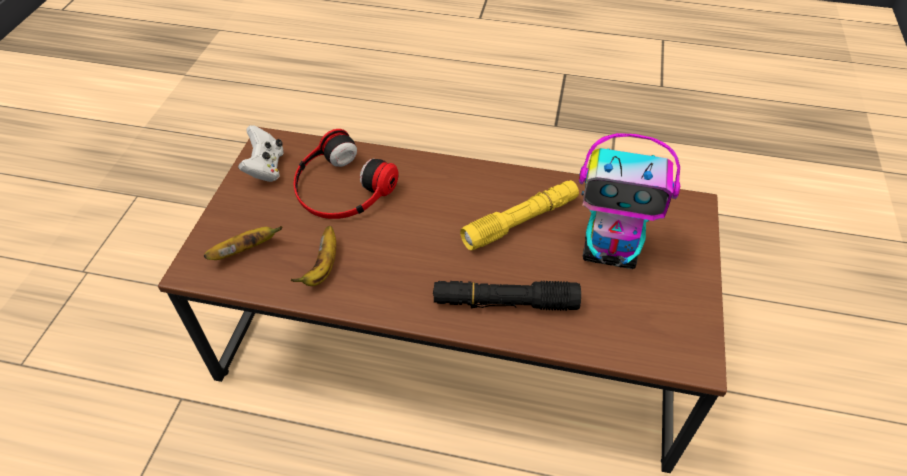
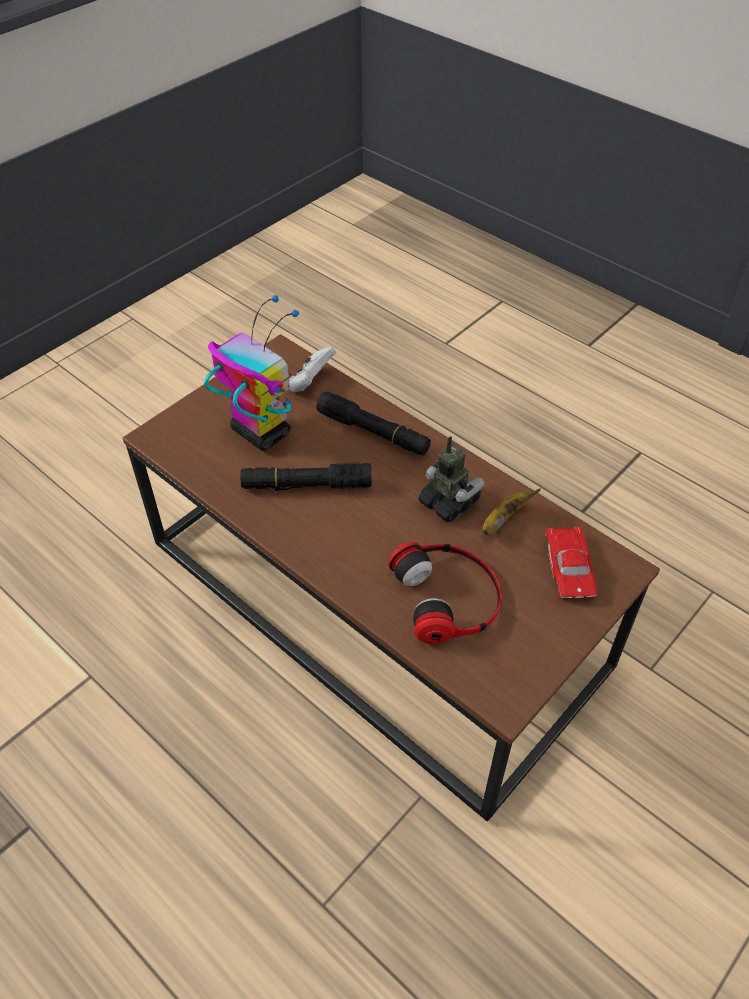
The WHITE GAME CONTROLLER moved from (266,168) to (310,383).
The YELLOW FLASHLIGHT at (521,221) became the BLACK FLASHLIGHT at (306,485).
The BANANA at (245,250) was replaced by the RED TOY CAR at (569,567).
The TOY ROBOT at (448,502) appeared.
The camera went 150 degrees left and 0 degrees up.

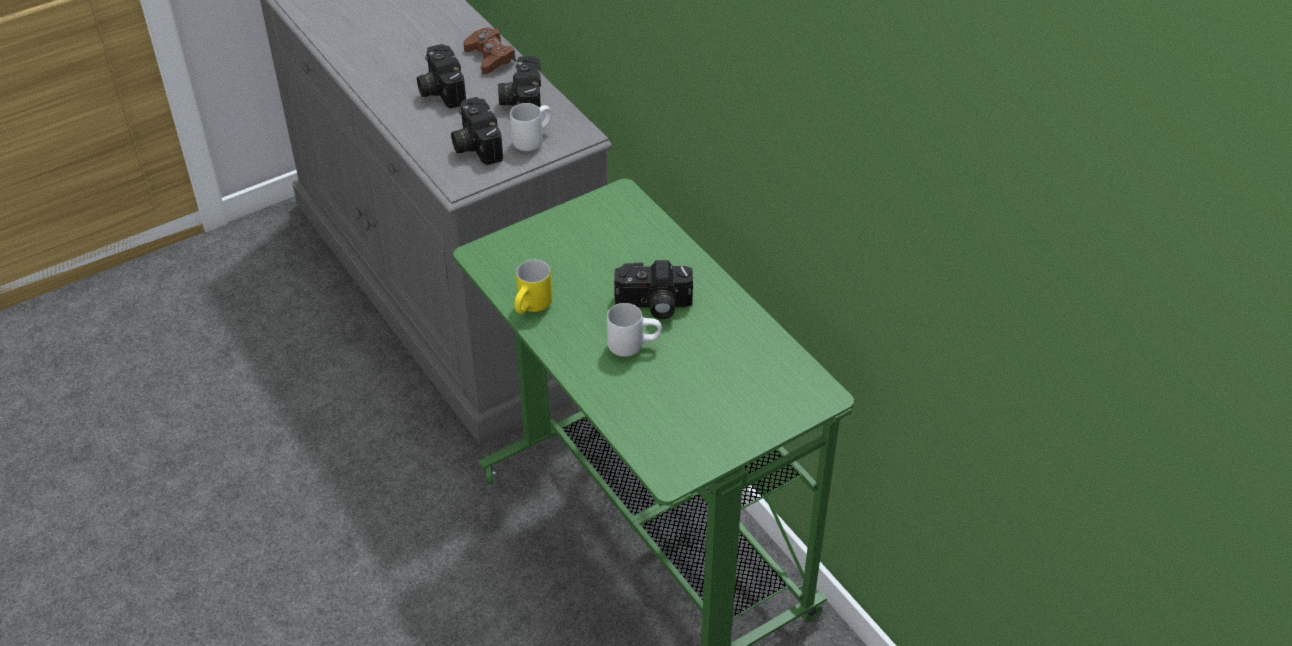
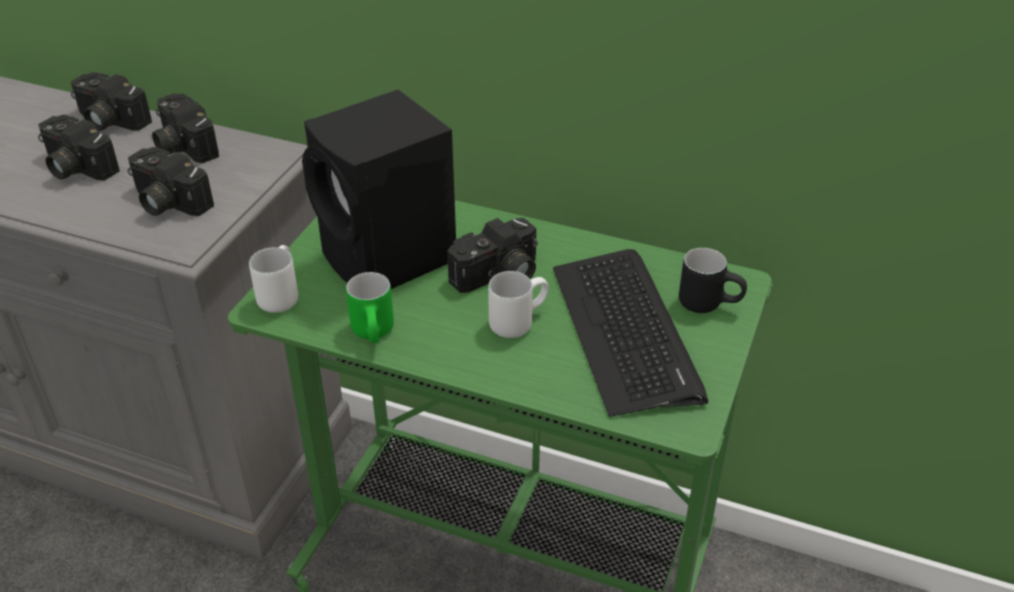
The BROWN GAME CONTROLLER at (490,57) was replaced by the PHOTO CAMERA at (108,121).
The WHITE MUG moved from (531,139) to (278,295).
The YELLOW MUG at (533,308) became the GREEN MUG at (376,334).
The BLACK SPEAKER at (390,260) appeared.
The BLACK MUG at (709,303) appeared.
The KEYBOARD at (626,331) appeared.
The camera went 35 degrees left and 5 degrees down.

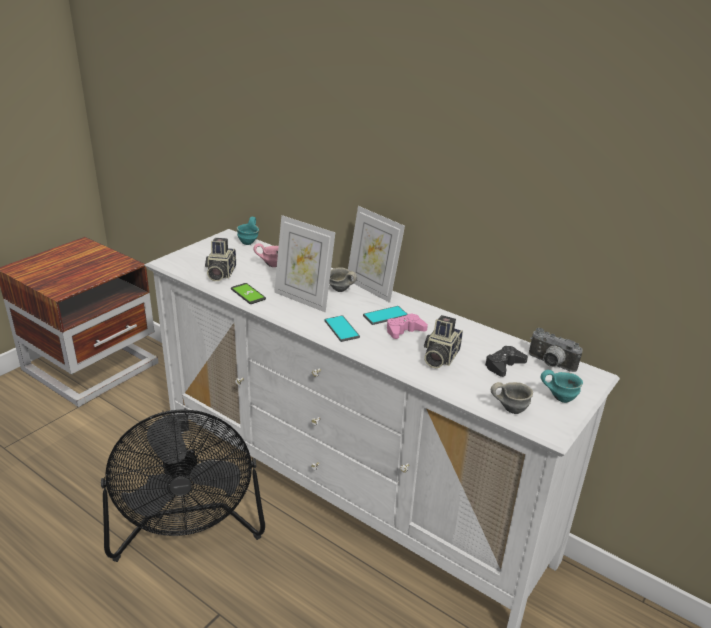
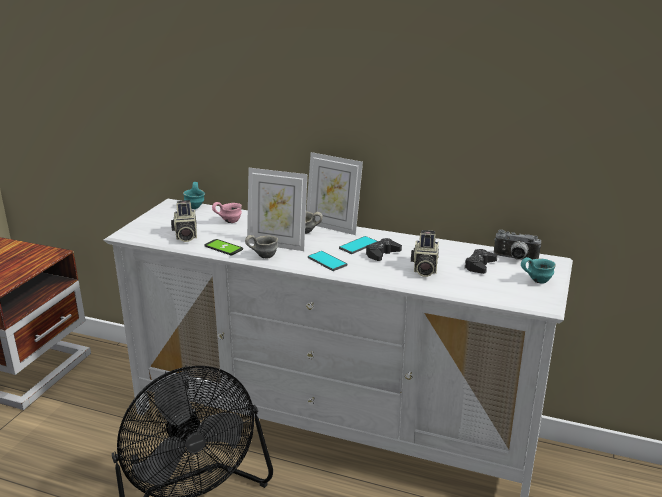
The PINK GAME CONTROLLER at (404,331) became the BLACK GAME CONTROLLER at (382,254).
The GREY MUG moved from (509,408) to (263,256).
The camera went 15 degrees left and 5 degrees down.

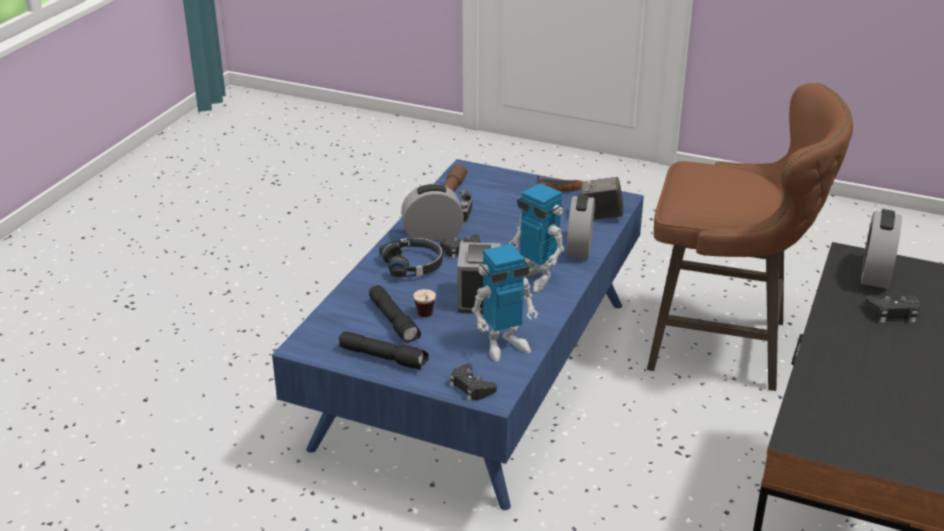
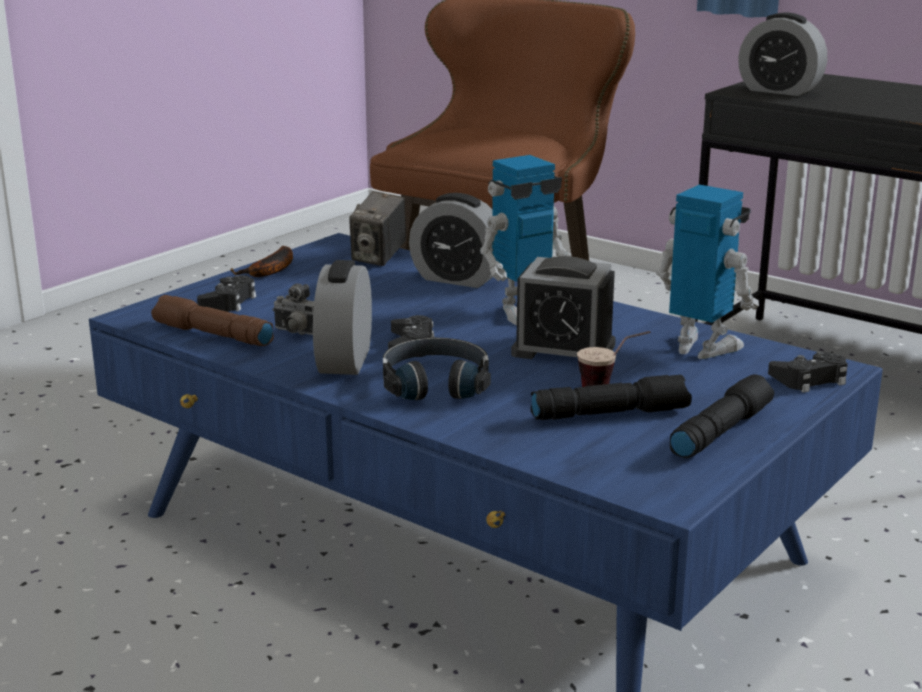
The TOY ROBOT at (504,345) turned 45 degrees counterclockwise.
The BLACK GAME CONTROLLER moved from (893,313) to (229,302).
The camera went 75 degrees left and 10 degrees down.

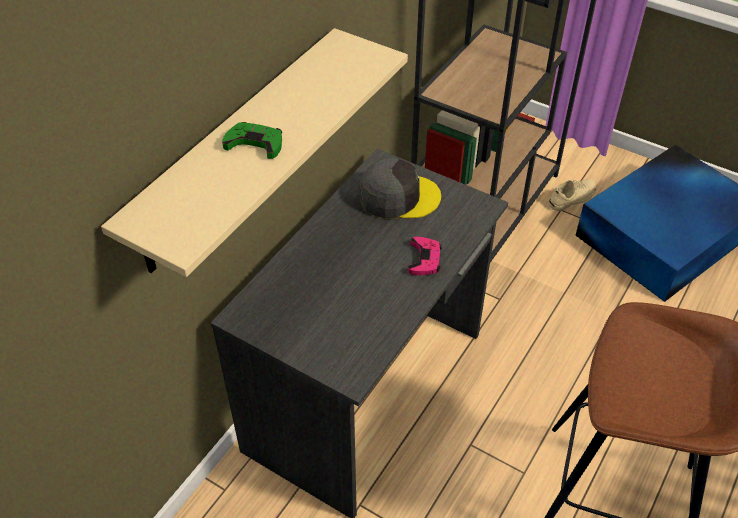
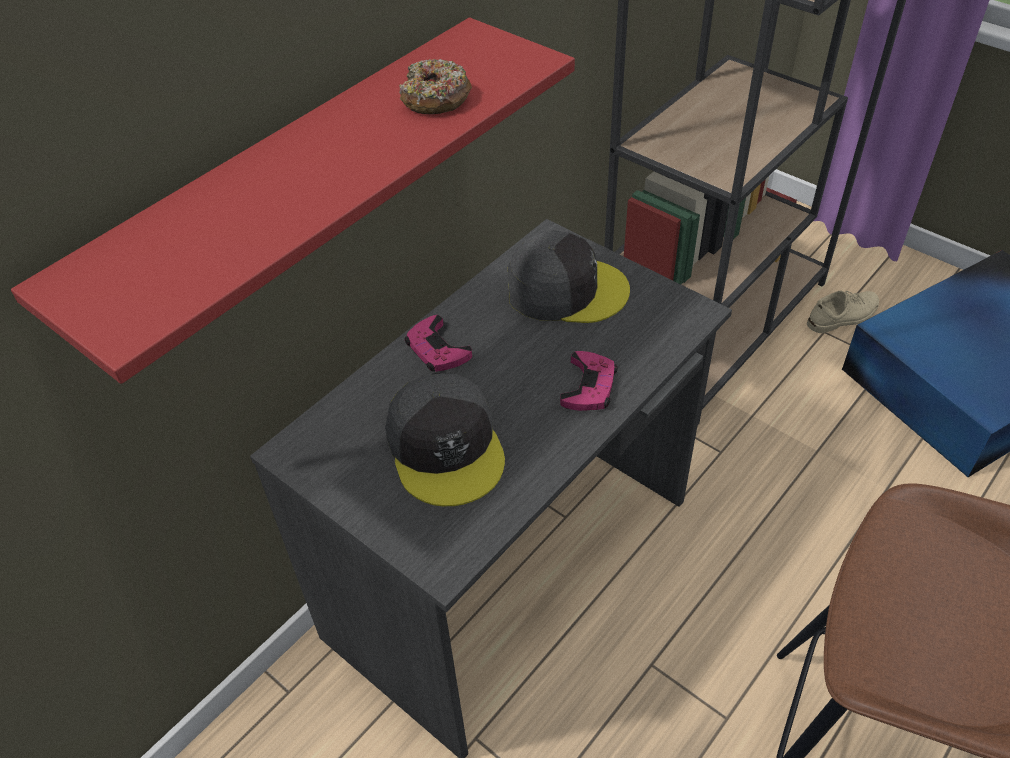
The BEIGE SHELF at (237,151) became the RED SHELF at (289,193).
The GREEN GAME CONTROLLER at (255,143) disappeared.
The DONUT at (435,98) appeared.
The PINK GAME CONTROLLER at (437,349) appeared.
The GREY CAP at (446,447) appeared.
The camera went 10 degrees right and 0 degrees up.

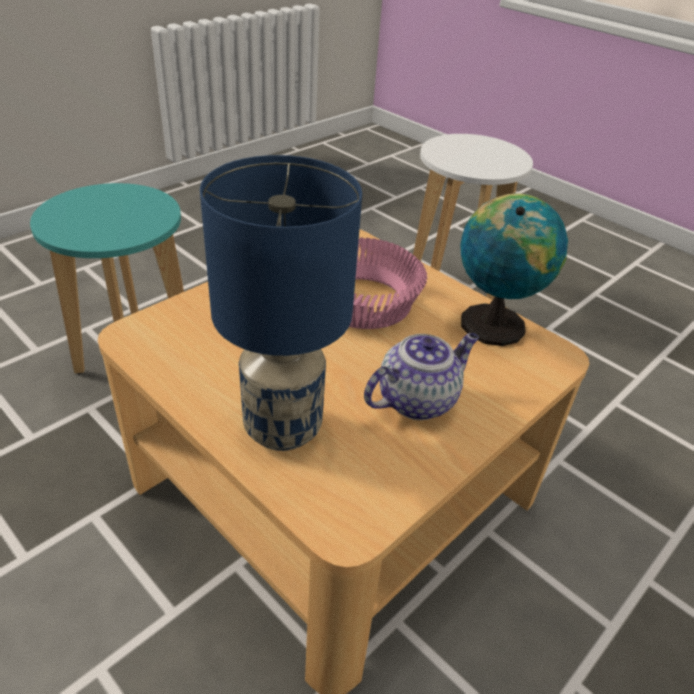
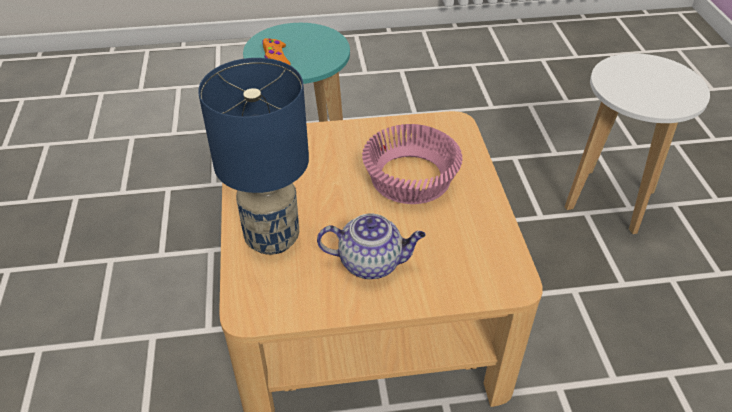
The GLOBE at (493,322) disappeared.
The ORANGE GAME CONTROLLER at (276,58) appeared.
The camera went 40 degrees right and 5 degrees up.

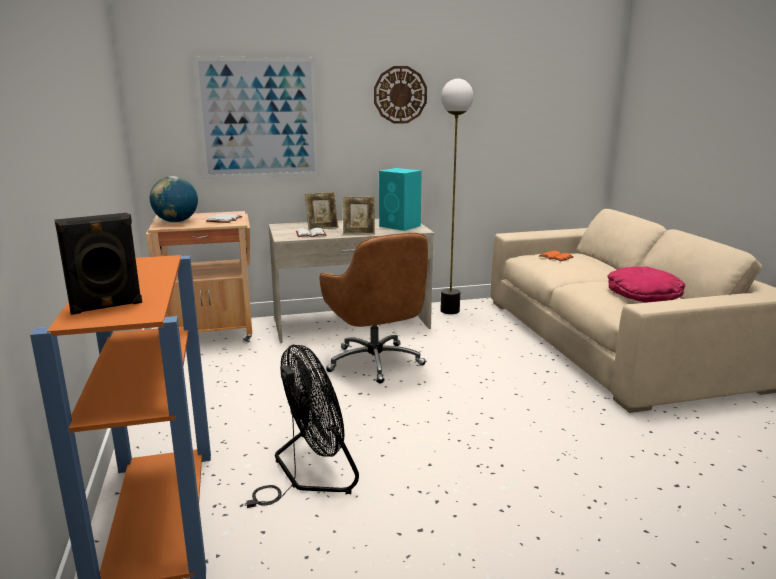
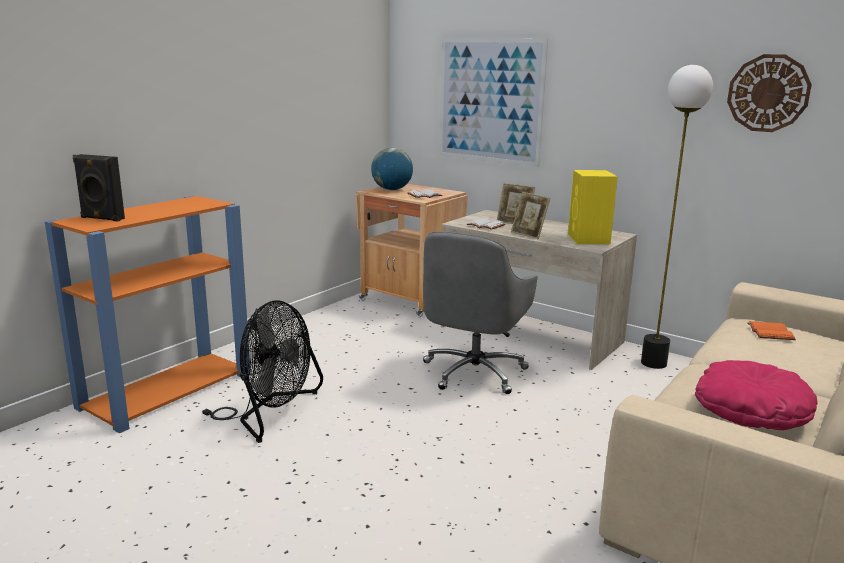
The WALL CLOCK moved from (400,95) to (768,93).
The TURQUOISE SPEAKER at (400,226) became the YELLOW SPEAKER at (589,239).
The BROWN OFFICE CHAIR at (374,362) became the GREY OFFICE CHAIR at (473,372).
The camera went 50 degrees right and 0 degrees up.

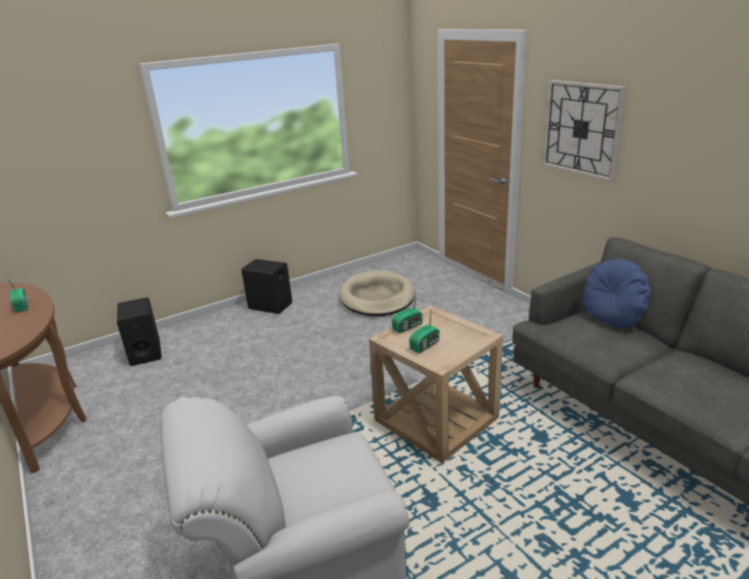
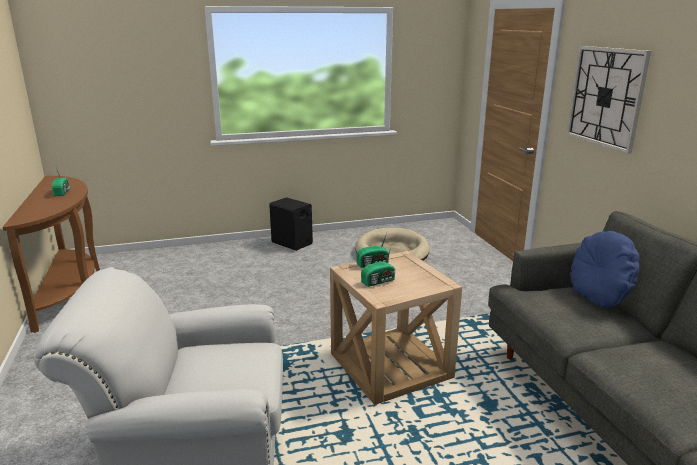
The BLACK SPEAKER at (145,352) disappeared.
The camera went 15 degrees right and 5 degrees down.

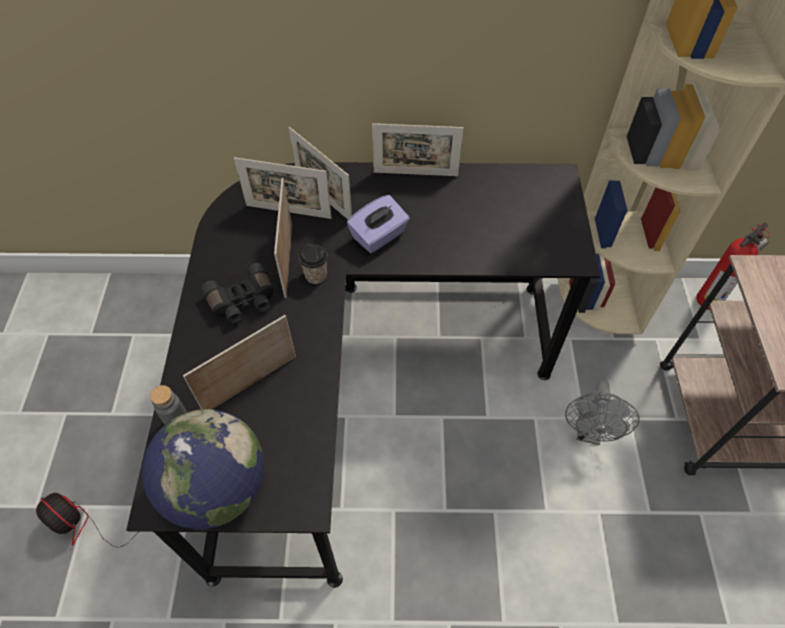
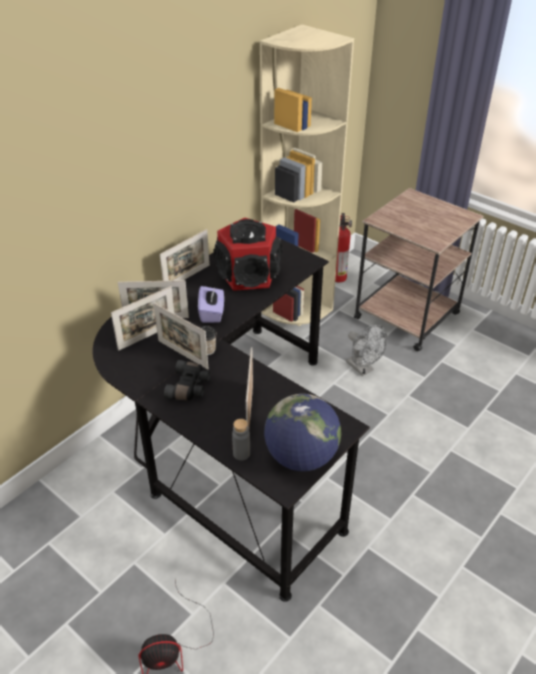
The SPEAKER at (249,275) appeared.
The camera went 50 degrees left and 15 degrees down.

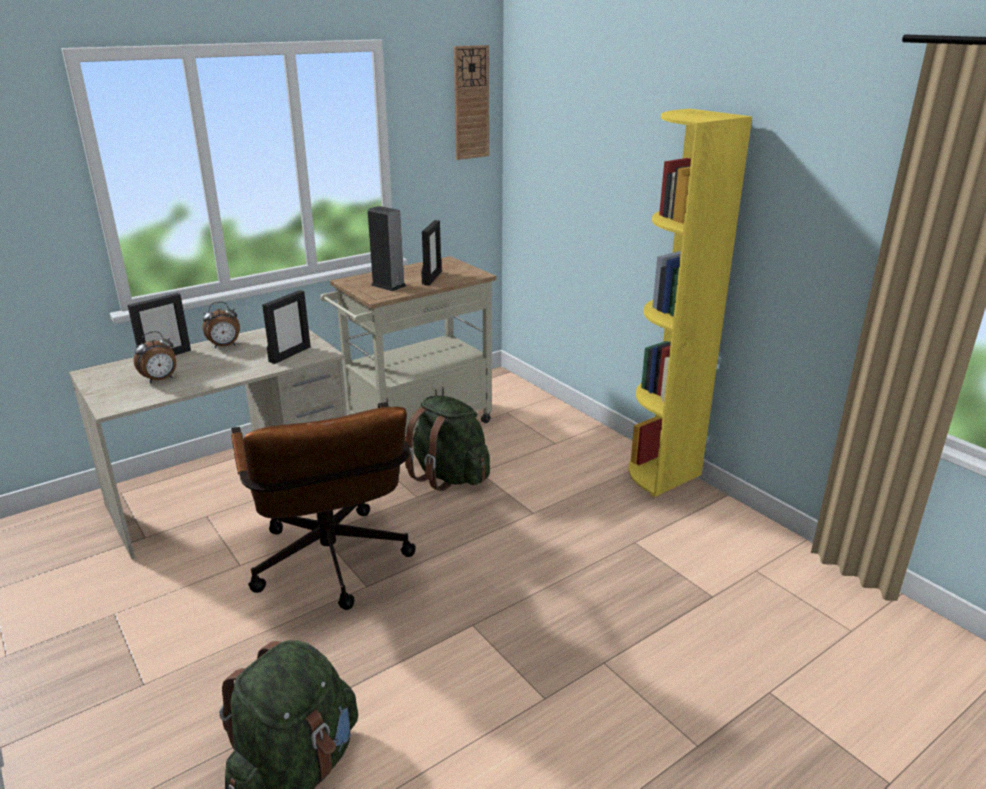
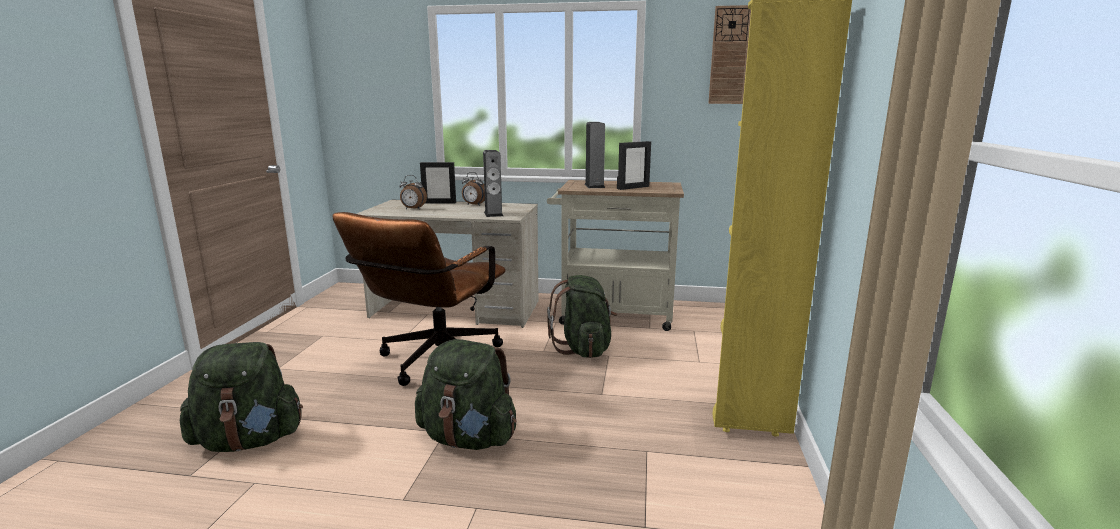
The PICTURE FRAME at (290,354) was replaced by the SPEAKER at (493,214).
The GREEN BACKPACK at (468,438) appeared.
The camera went 45 degrees right and 10 degrees down.

